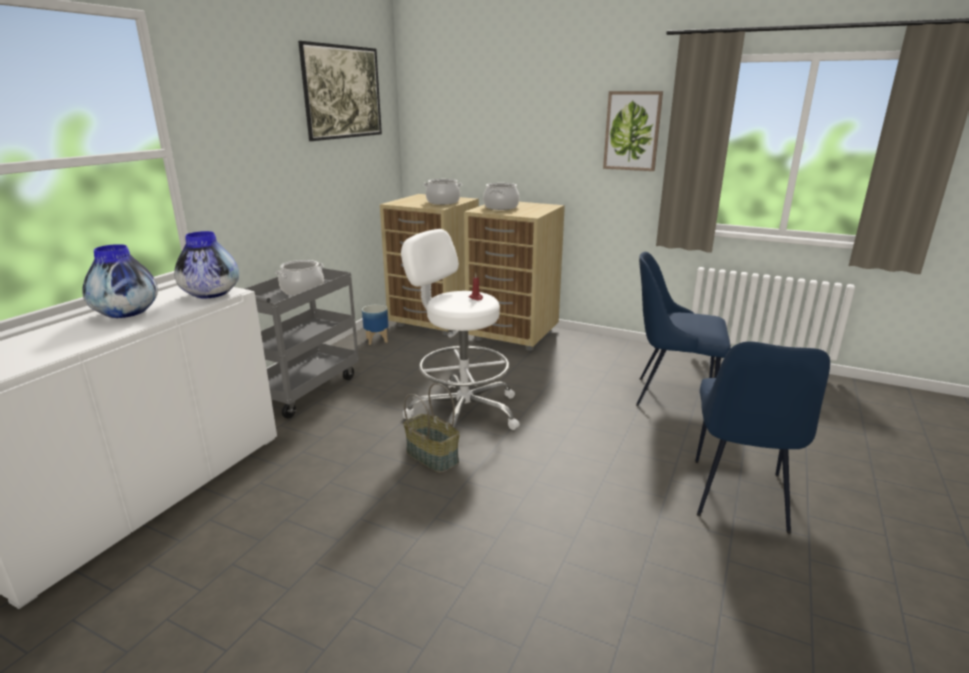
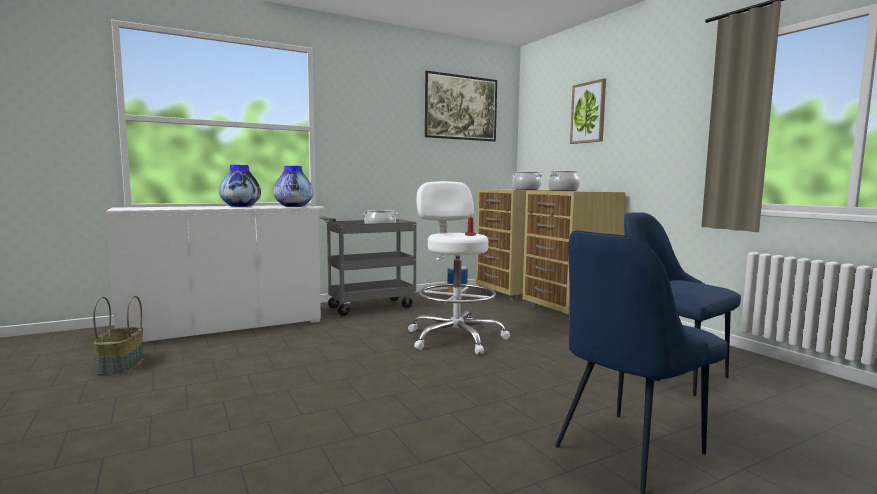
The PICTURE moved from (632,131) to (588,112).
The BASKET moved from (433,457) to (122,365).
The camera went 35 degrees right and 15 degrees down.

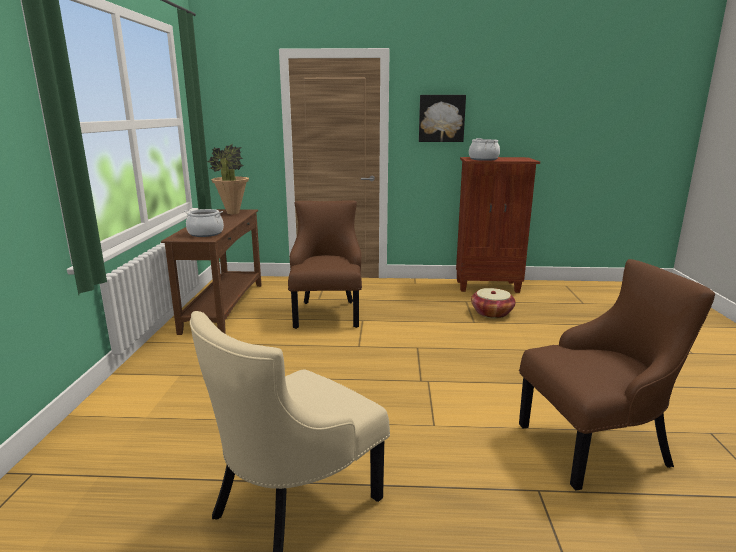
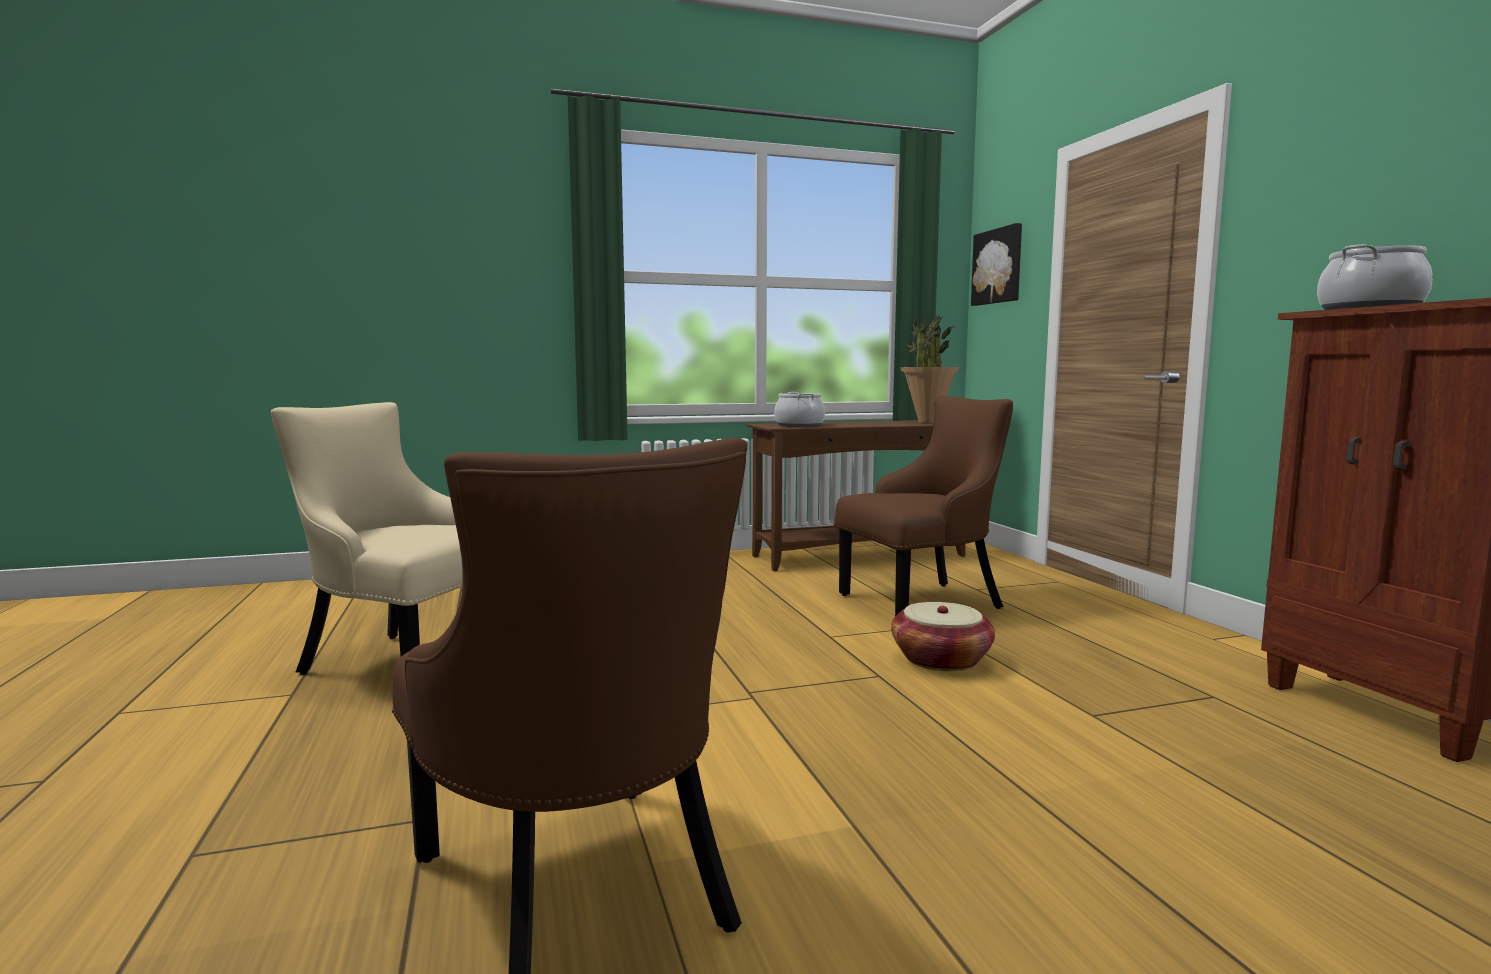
The PICTURE moved from (441,118) to (998,266).
The BASKET moved from (492,313) to (941,660).
The camera went 70 degrees right and 10 degrees down.

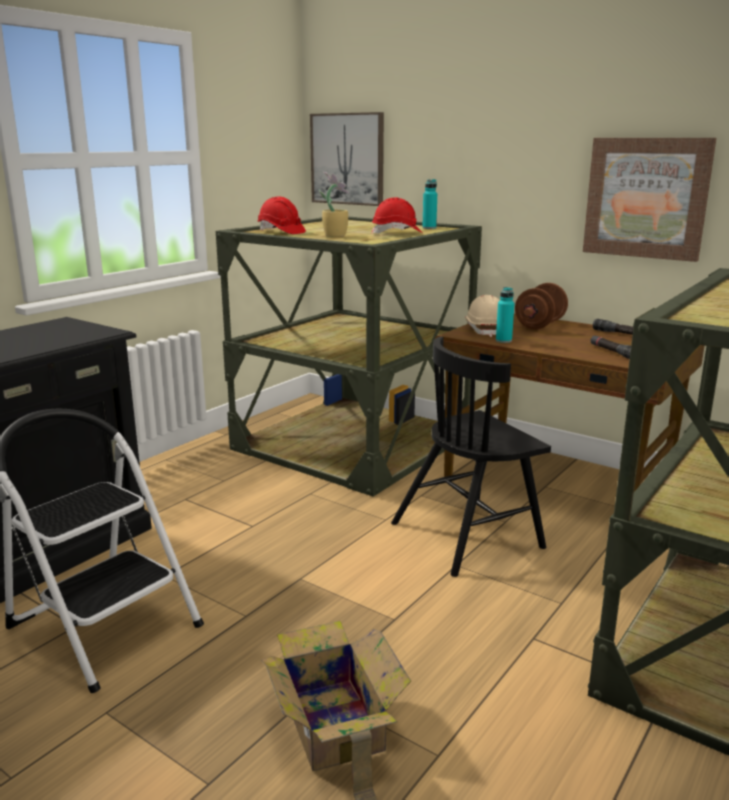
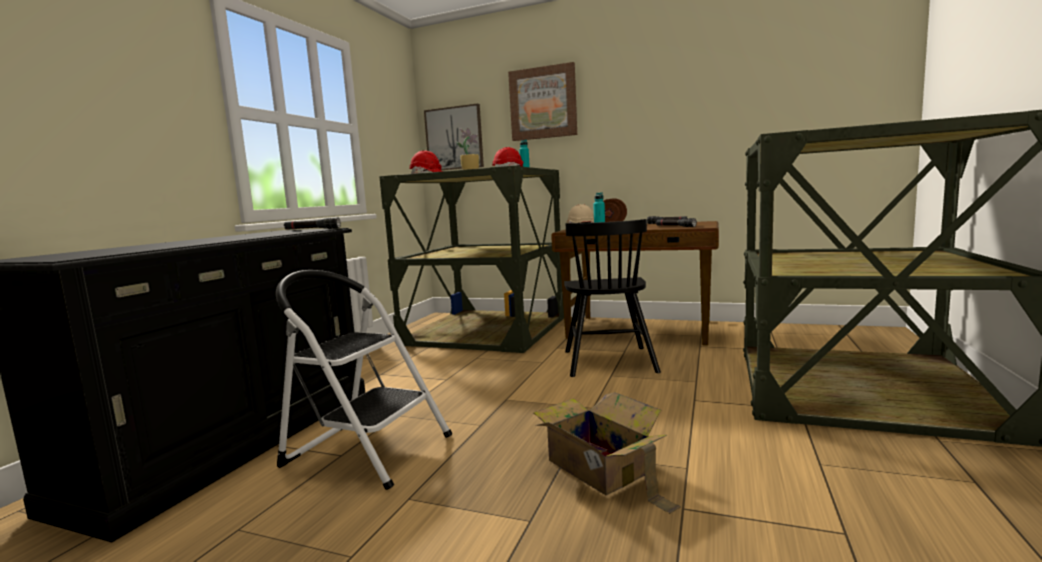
The PICTURE moved from (646,198) to (543,103).
The BLACK CHAIR at (473,532) turned 45 degrees counterclockwise.
The BLACK FLASHLIGHT at (312,229) appeared.
The camera went 15 degrees left and 10 degrees down.

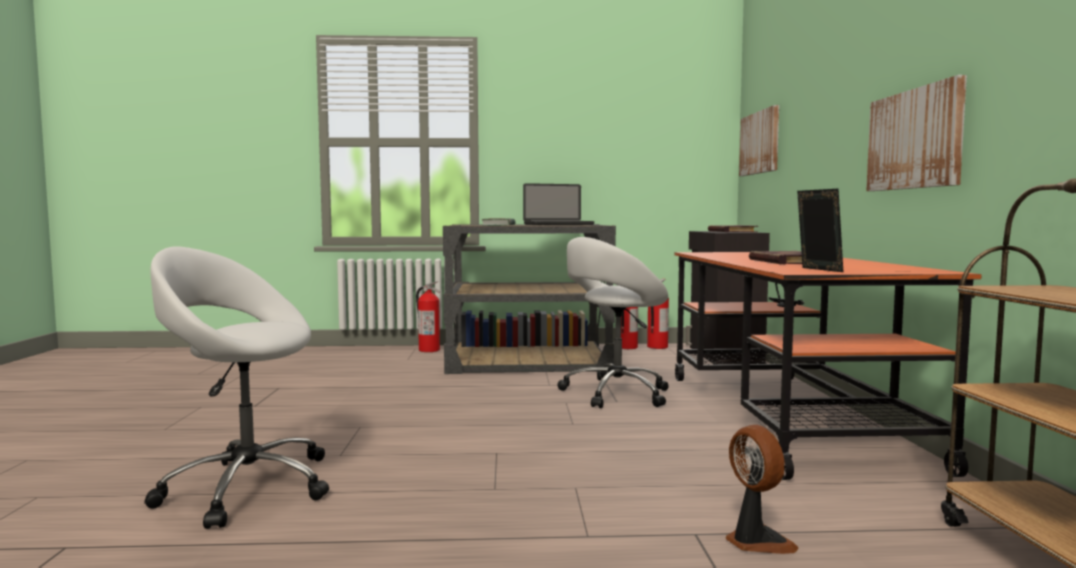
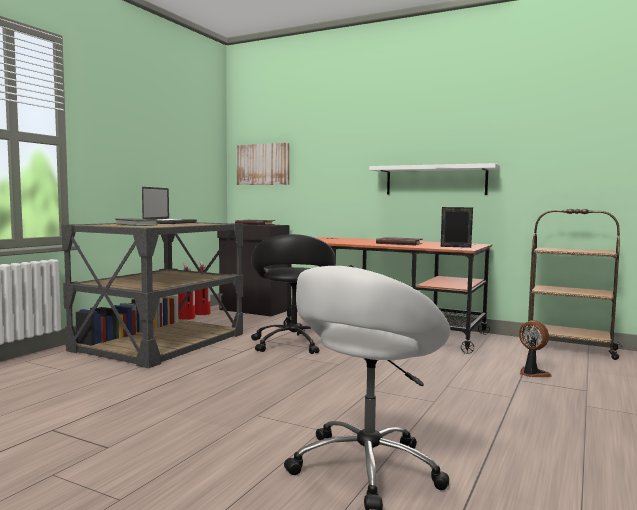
The PICTURE at (915,139) was replaced by the WHITE SHELF at (435,180).
The WHITE OFFICE CHAIR at (613,394) became the BLACK OFFICE CHAIR at (292,344).
The FIRE EXTINGUISHER at (429,350) disappeared.
The FAN at (756,541) turned 45 degrees clockwise.
The camera went 60 degrees left and 0 degrees up.

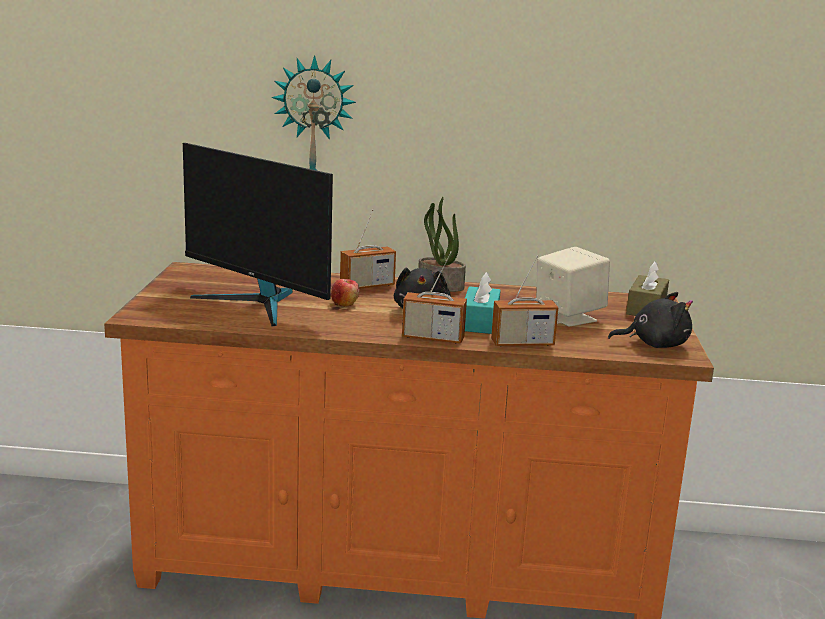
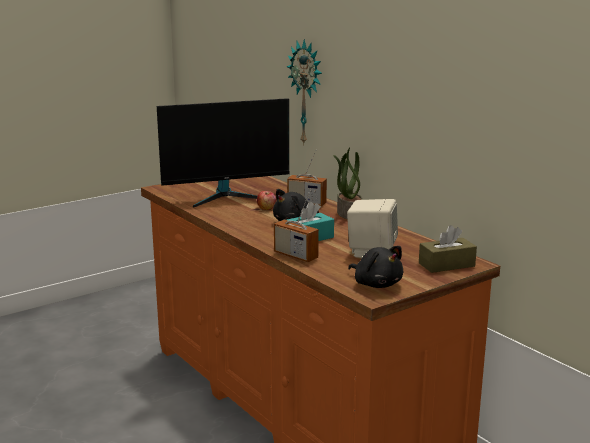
The MONITOR at (258,303) turned 105 degrees counterclockwise.
The RADIO at (433,338) disappeared.
The camera went 50 degrees right and 0 degrees up.

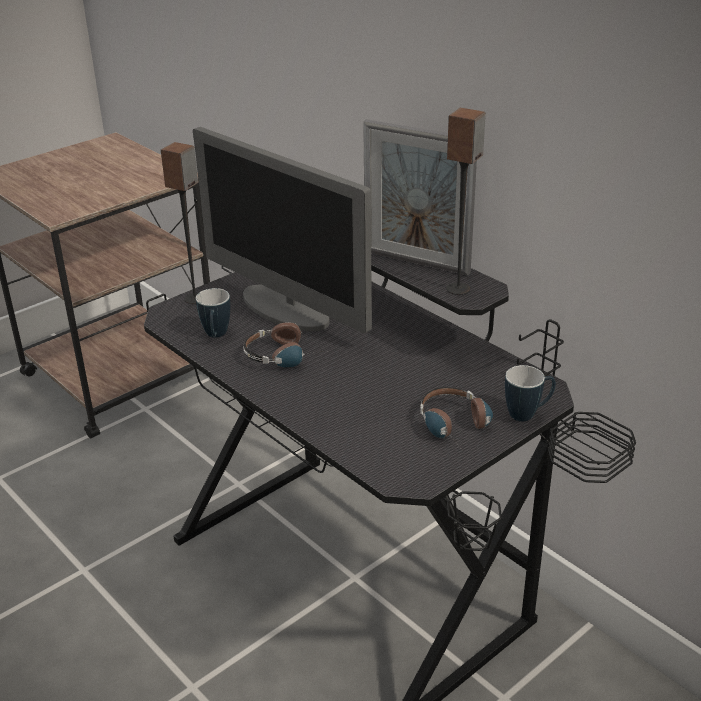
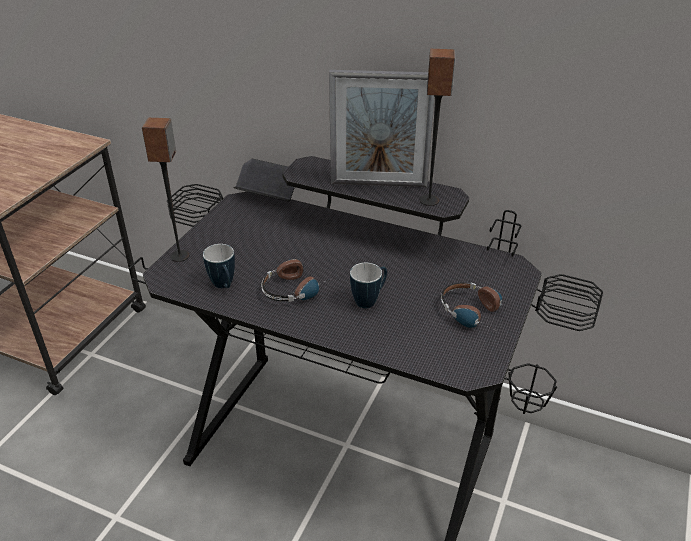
The MONITOR at (286,309) disappeared.
The MUG moved from (528,414) to (369,300).
The camera went 25 degrees left and 5 degrees up.

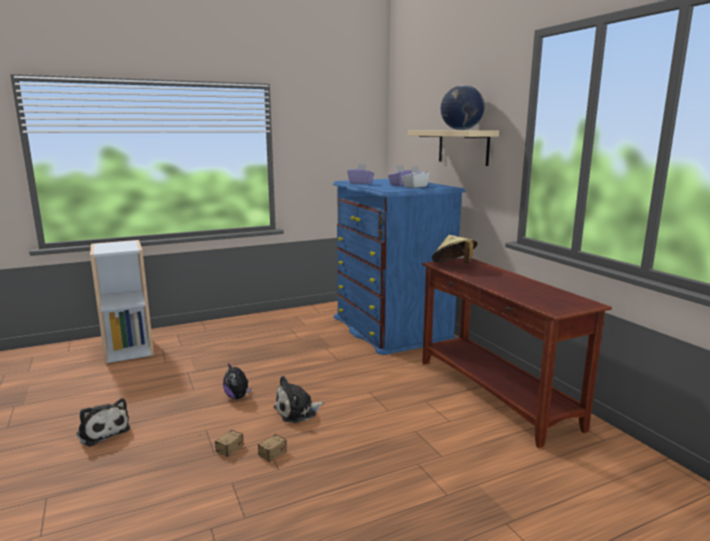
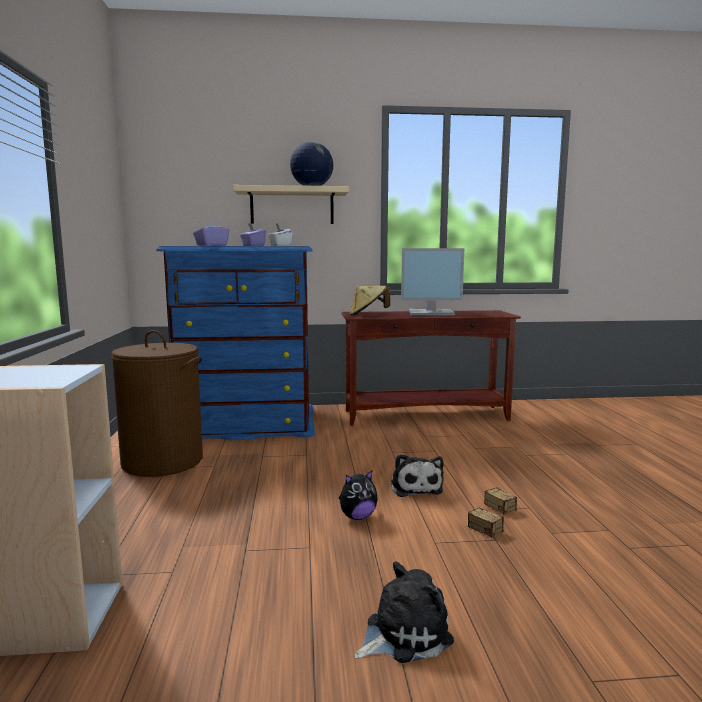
The MONITOR at (432,313) appeared.
The BROWN LAUNDRY BASKET at (163,461) appeared.
The camera went 70 degrees left and 5 degrees down.

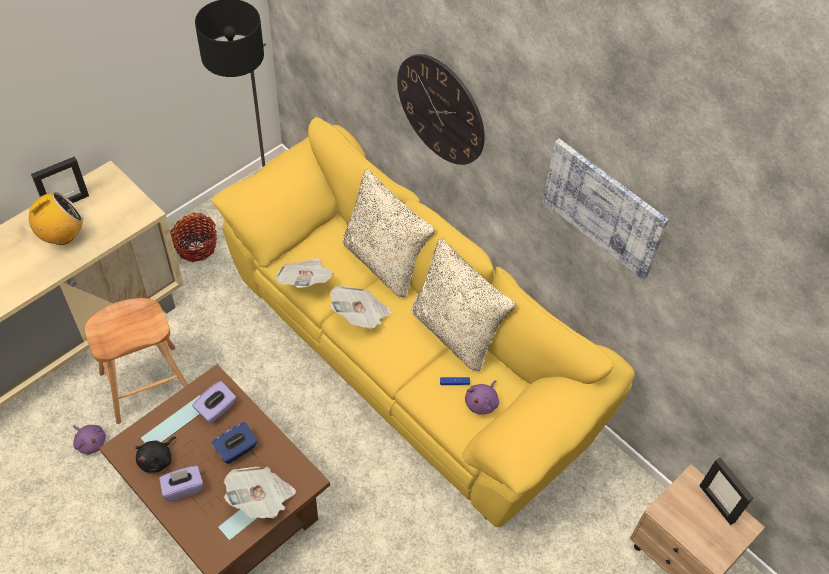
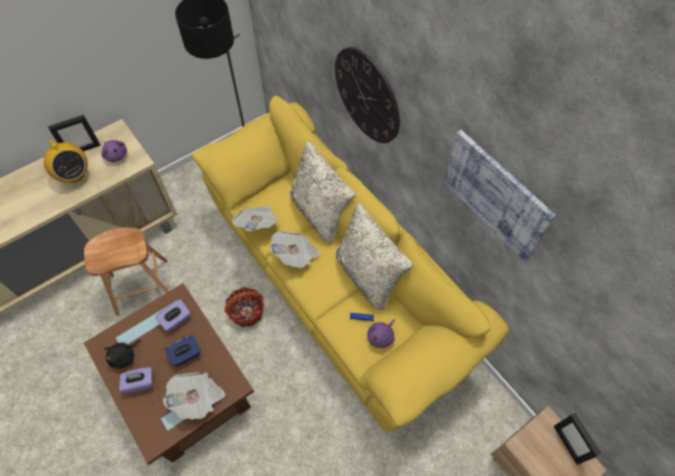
The RADIO at (62,235) turned 75 degrees clockwise.
The BASKET moved from (196,246) to (247,311).
The PURPLE PLUSH TOY moved from (90,442) to (116,155).
The camera went 10 degrees right and 5 degrees up.

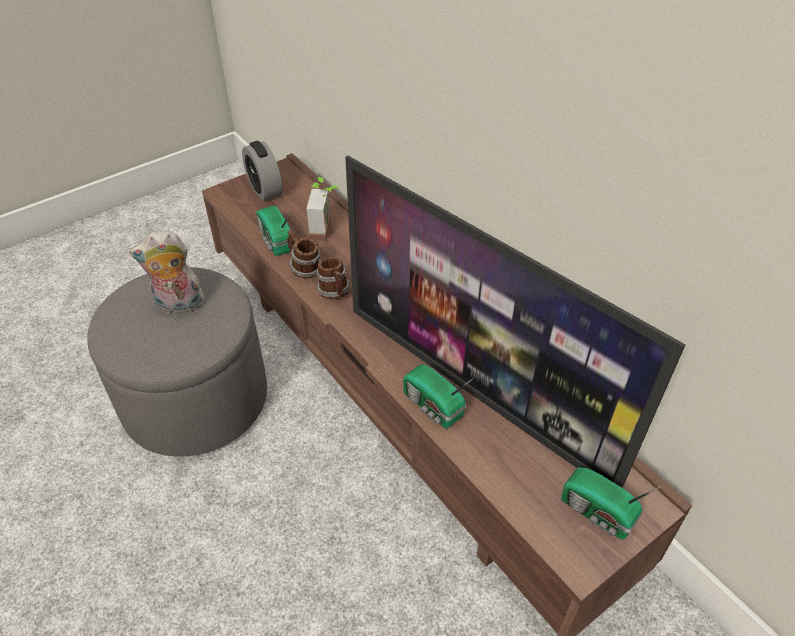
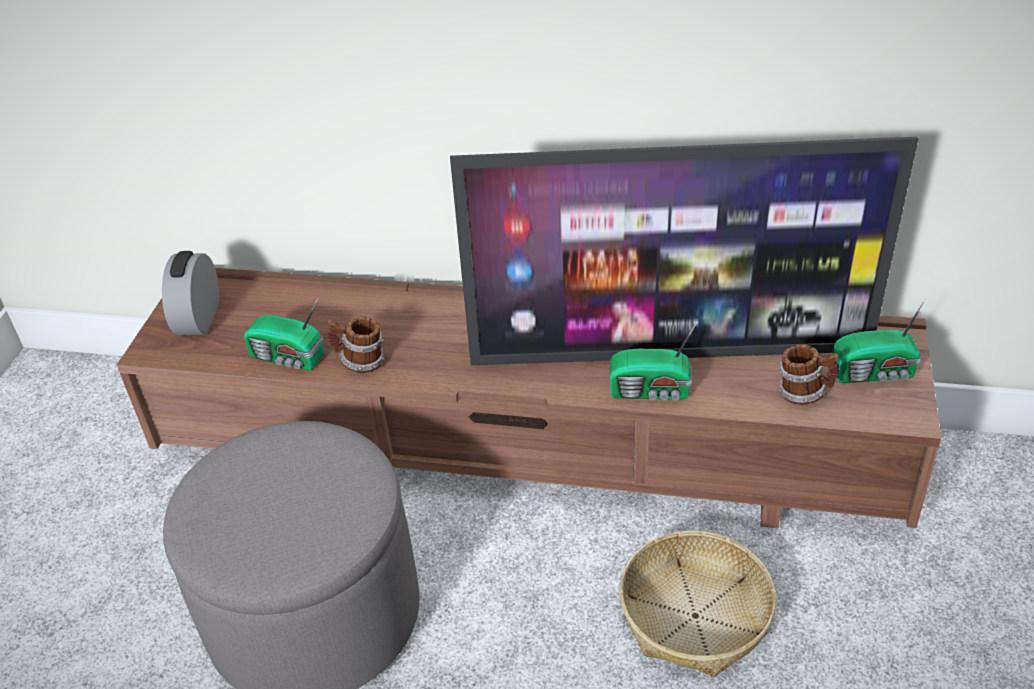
The ALARM CLOCK at (265,189) turned 75 degrees clockwise.
The POTTED PLANT at (327,230) disappeared.
The PLUSH TOY at (178,305) disappeared.
The MUG moved from (335,293) to (804,393).
The BASKET at (695,615) appeared.
The camera went 40 degrees left and 5 degrees down.

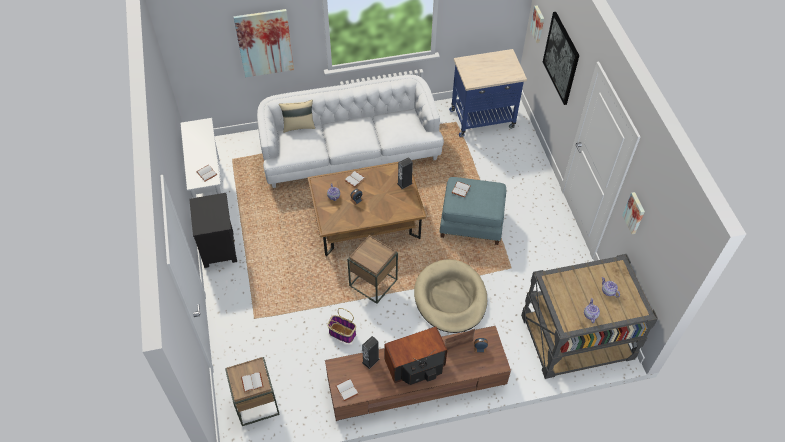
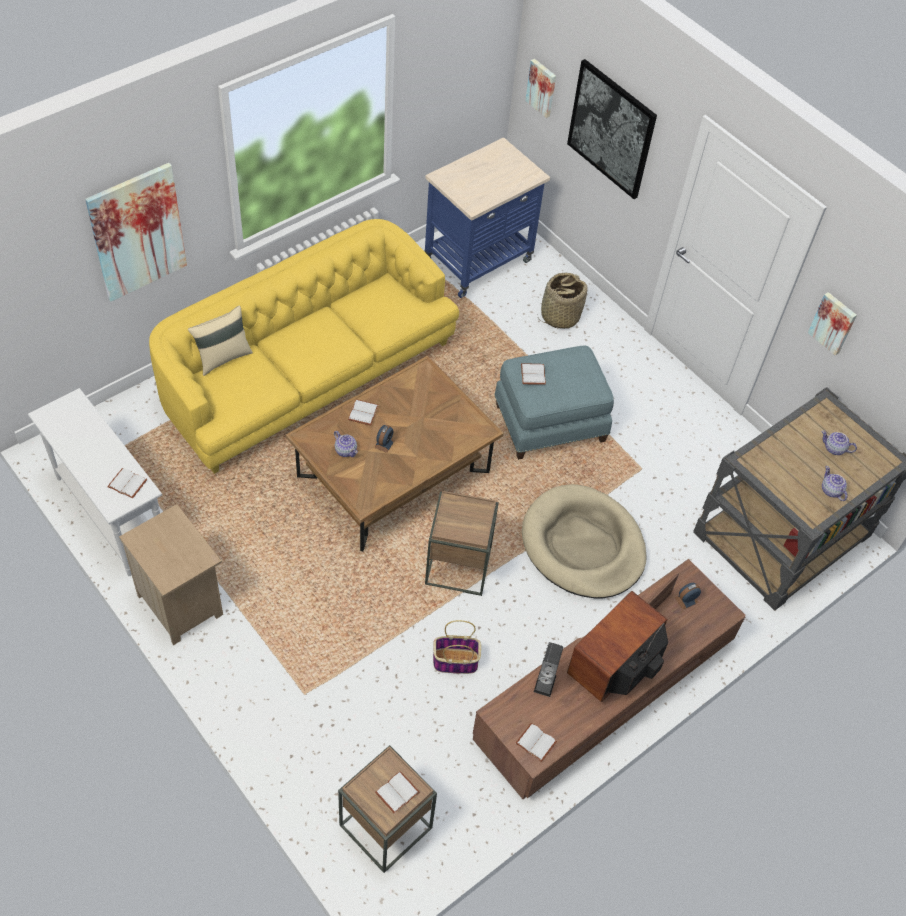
The WHITE SOFA at (350,151) became the YELLOW SOFA at (305,374).
The SPEAKER at (404,183) disappeared.
The BLACK NIGHTSTAND at (220,248) became the BEIGE NIGHTSTAND at (181,603).
The BASKET at (559,316) appeared.
The camera went 30 degrees left and 0 degrees up.

